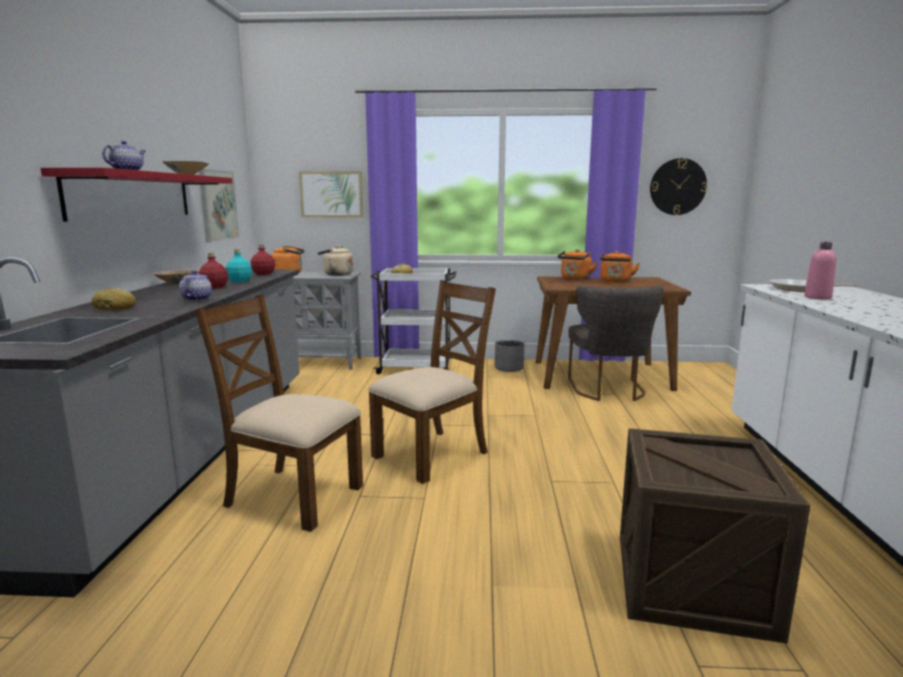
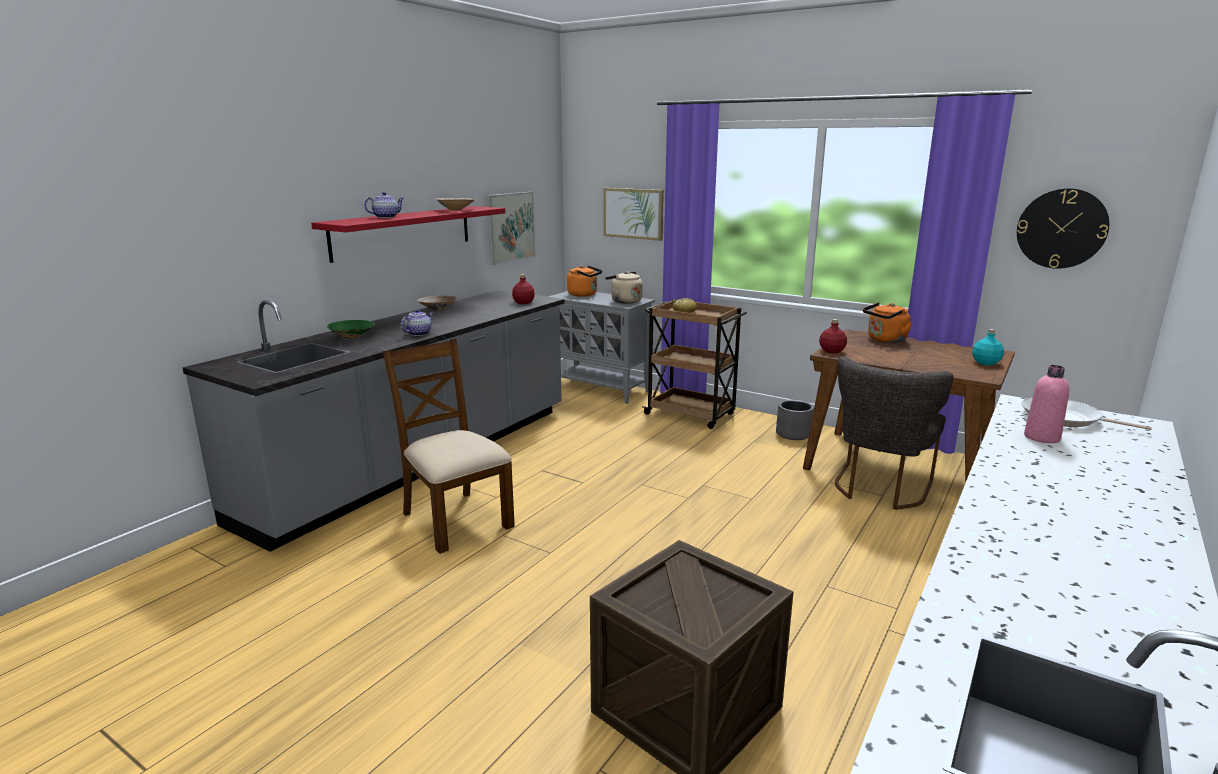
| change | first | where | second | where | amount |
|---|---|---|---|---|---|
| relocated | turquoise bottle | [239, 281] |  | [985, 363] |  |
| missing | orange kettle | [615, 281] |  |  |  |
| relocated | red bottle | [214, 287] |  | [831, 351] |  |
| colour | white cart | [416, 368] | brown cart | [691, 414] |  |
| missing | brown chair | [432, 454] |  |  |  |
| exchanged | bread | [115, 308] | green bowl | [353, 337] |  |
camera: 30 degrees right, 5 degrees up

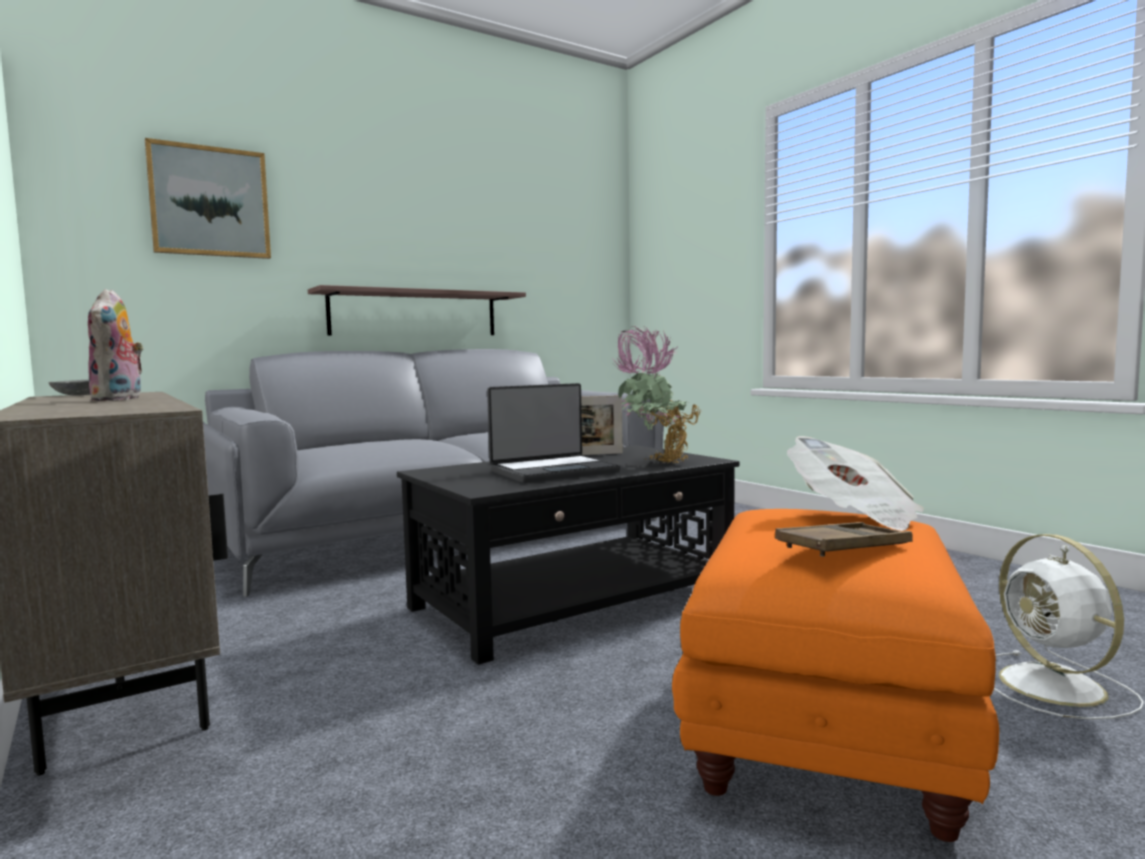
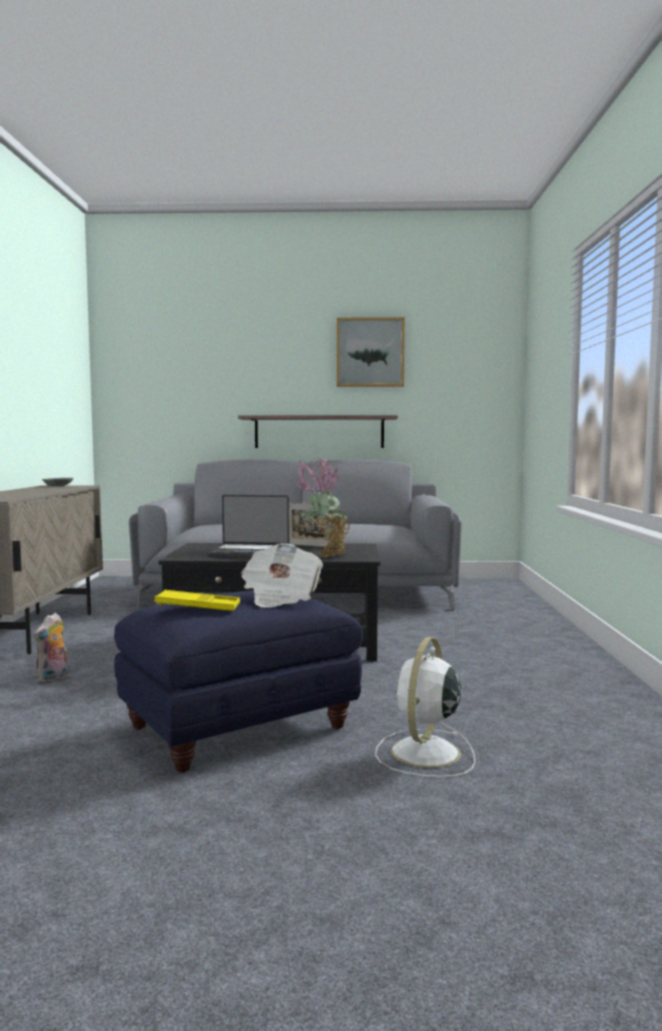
| change | first | where | second | where | amount |
|---|---|---|---|---|---|
| relocated | picture | [210, 202] |  | [370, 352] |  |
| relocated | plush toy | [119, 399] |  | [54, 679] |  |
| colour | orange ottoman | [824, 730] | blue ottoman | [241, 727] |  |
| colour | brown tray | [844, 548] | yellow tray | [198, 607] |  |
camera: 35 degrees right, 0 degrees up

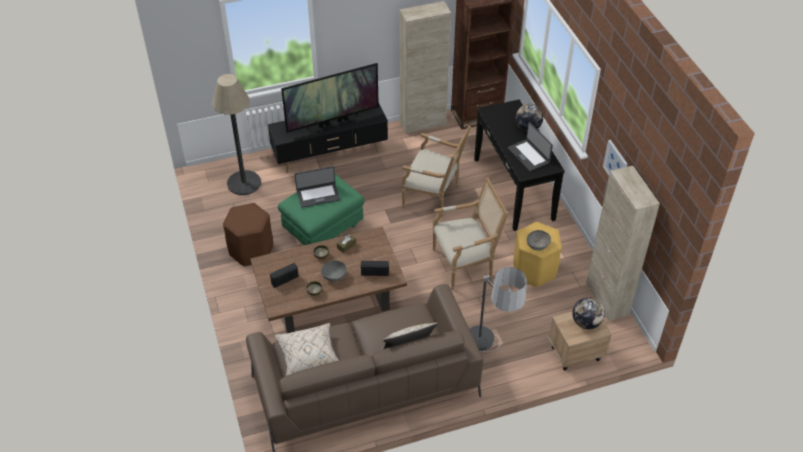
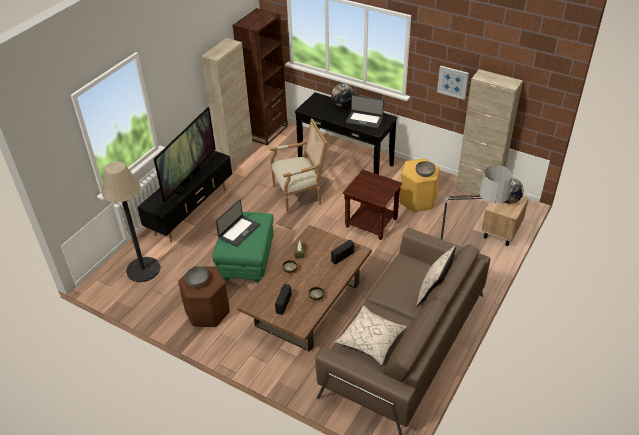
| change | first | where | second | where | amount |
|---|---|---|---|---|---|
| exchanged | armchair | [466, 263] | brown side table | [371, 223] |  |
| relocated | grey bowl | [334, 275] |  | [197, 281] |  |
camera: 40 degrees left, 5 degrees down

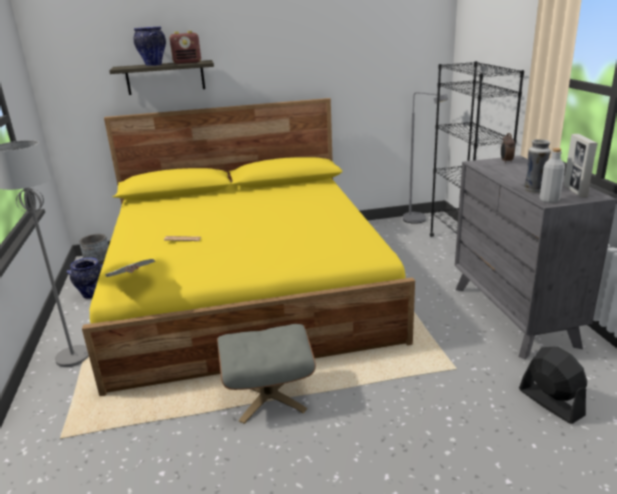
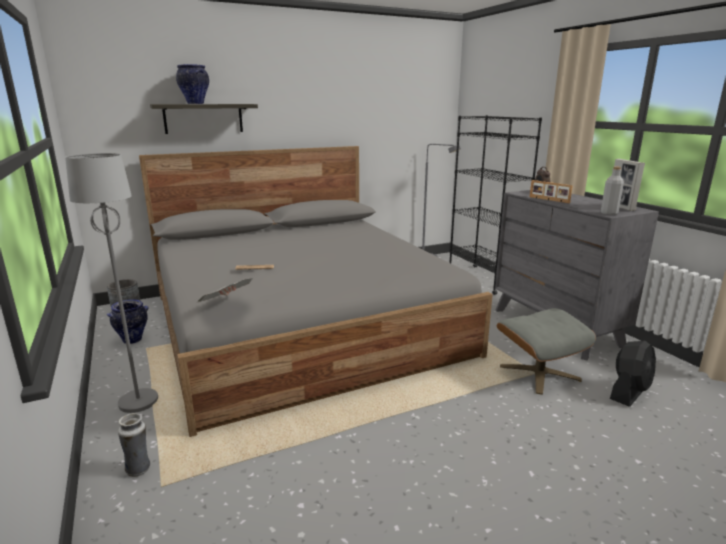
| change | first | where | second | where | amount |
|---|---|---|---|---|---|
| missing | radio | [187, 62] |  |  |  |
| colour | yellow bed | [247, 289] | grey bed | [302, 323] |  |
| relocated | vase | [534, 190] |  | [139, 469] |  |
| relocated | grey ottoman | [269, 395] |  | [539, 373] |  |
| spun | black fan | [550, 402] |  | [629, 392] | 90 degrees clockwise |
| appeared |  |  | picture frame | [548, 200] |  |
camera: 15 degrees left, 5 degrees down

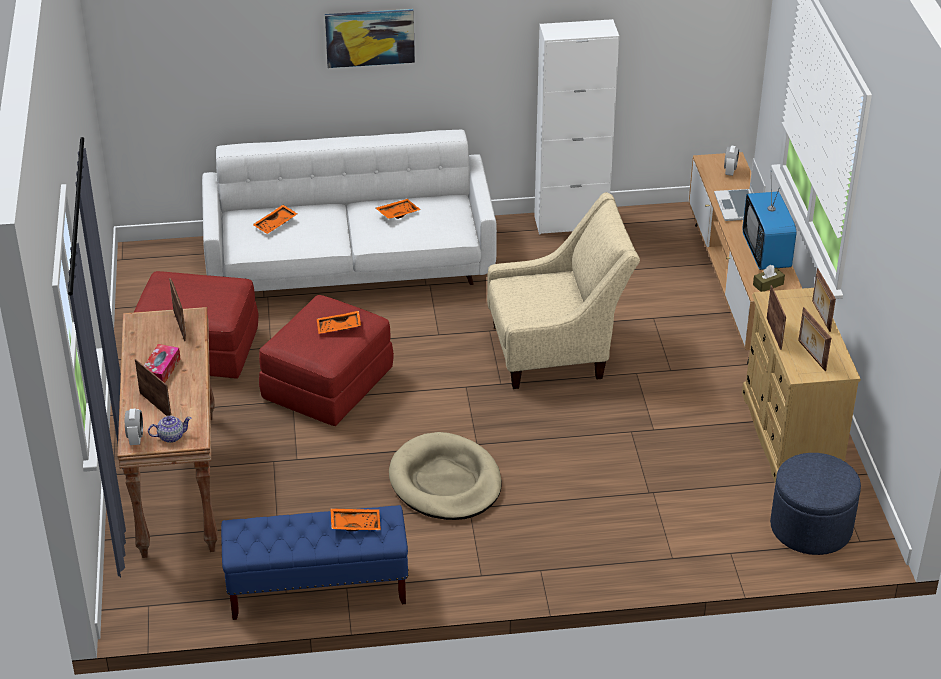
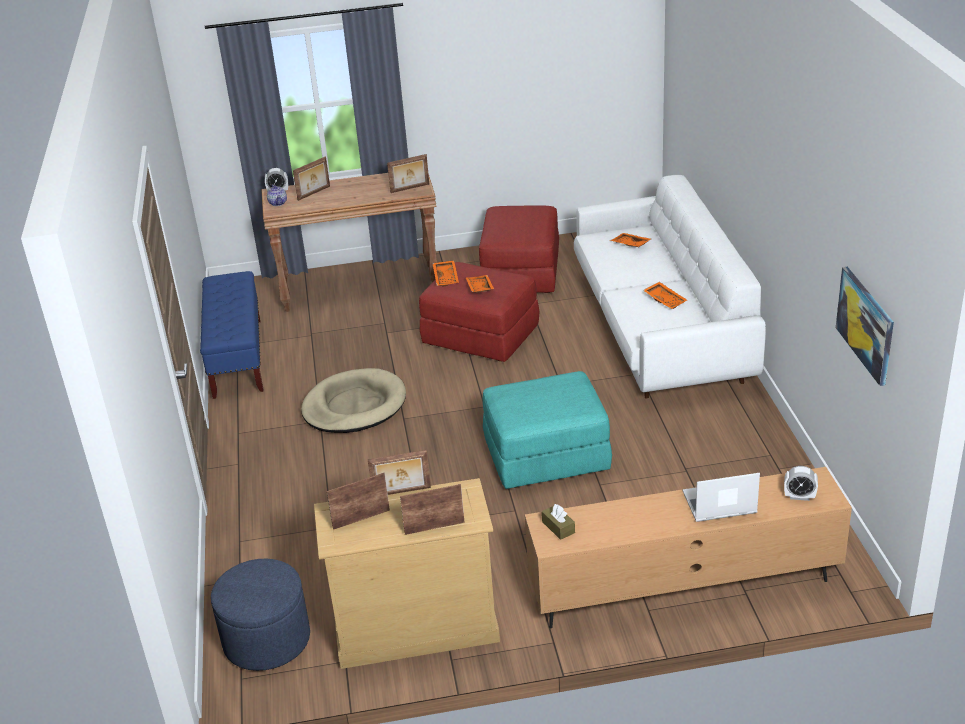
| change | first | where | second | where | amount |
|---|---|---|---|---|---|
| relocated | picture | [370, 37] |  | [866, 324] |  |
| missing | white cabinet | [571, 223] |  |  |  |
| missing | television | [766, 253] |  |  |  |
| exchanged | beige armchair | [557, 350] | turquoise ottoman | [546, 457] |  |
| missing | tissue box | [161, 370] |  |  |  |
| relocated | orange tray | [355, 523] |  | [446, 277] |  |
camera: 90 degrees right, 5 degrees down

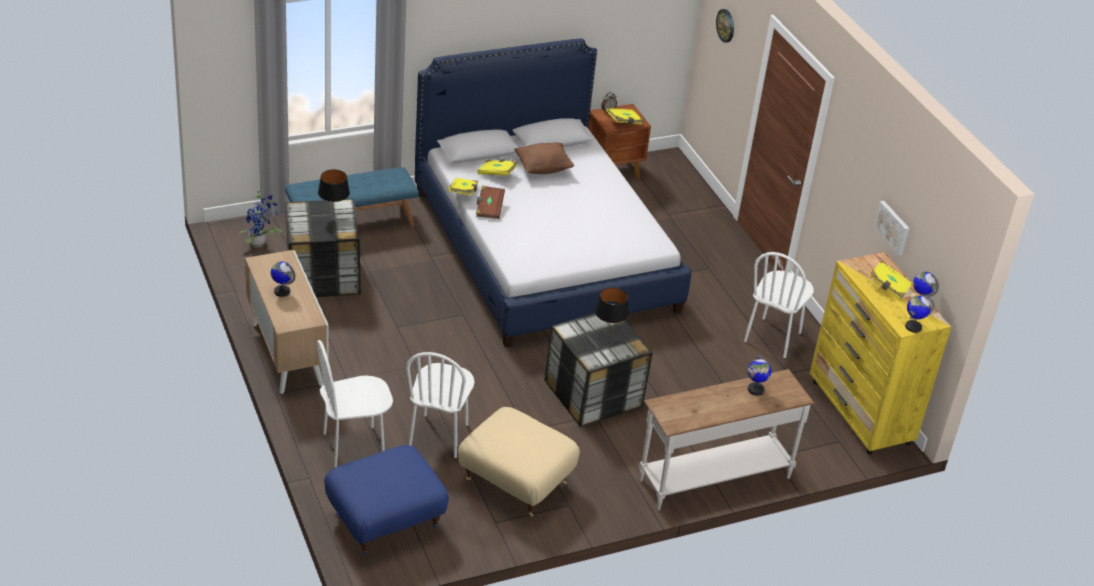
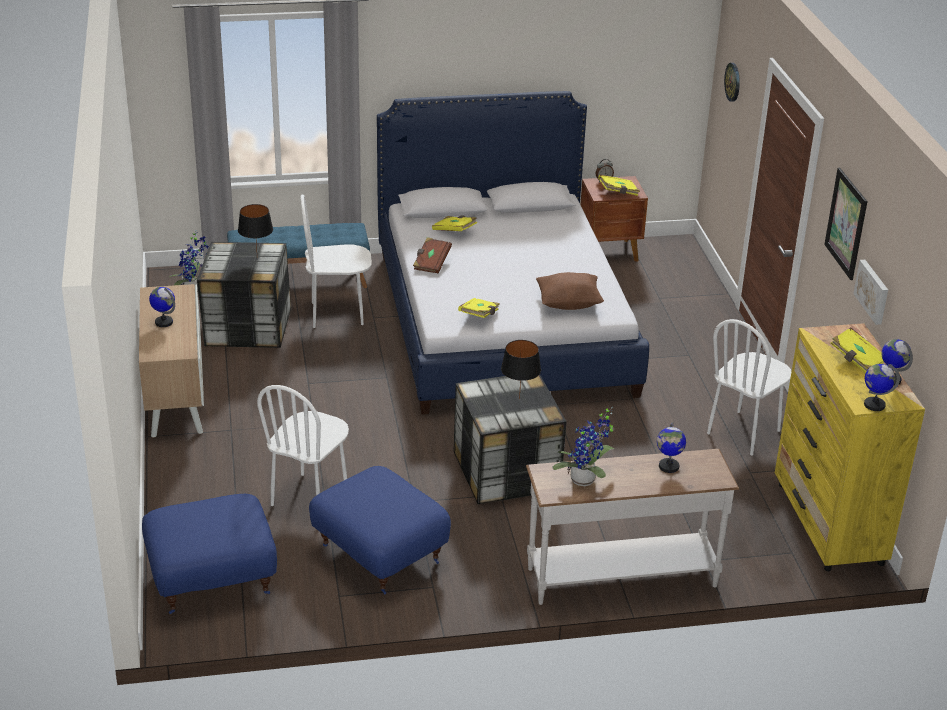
| change | first | where | second | where | amount |
|---|---|---|---|---|---|
| relocated | brown pillow | [543, 168] |  | [569, 303] |  |
| relocated | yellow book | [463, 192] |  | [479, 315] |  |
| relocated | white chair | [353, 445] |  | [337, 314] |  |
| colour | beige ottoman | [515, 482] | blue ottoman | [378, 555] |  |
| appeared |  |  | picture | [846, 223] |  |
| appeared |  |  | potted plant | [585, 481] |  |
camera: 15 degrees right, 5 degrees down

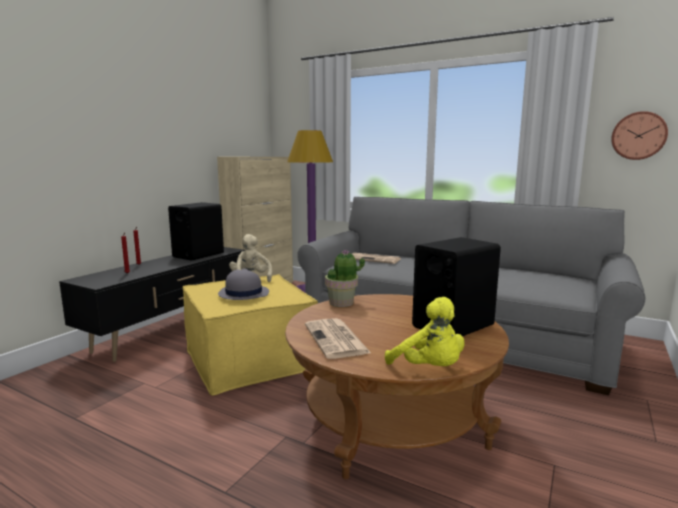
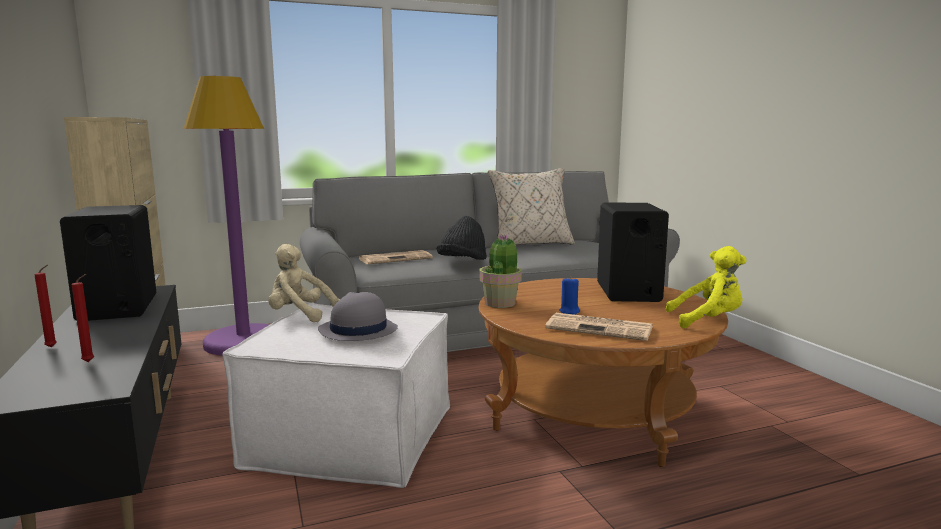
| change | first | where | second | where | amount |
|---|---|---|---|---|---|
| missing | wall clock | [638, 136] |  |  |  |
| colour | yellow ottoman | [250, 360] | white ottoman | [352, 435] |  |
| appeared |  |  | beige pillow | [530, 244] |  |
| appeared |  |  | black hat | [462, 262] |  |
| appeared |  |  | blue candle | [569, 311] |  |
camera: 50 degrees left, 0 degrees up

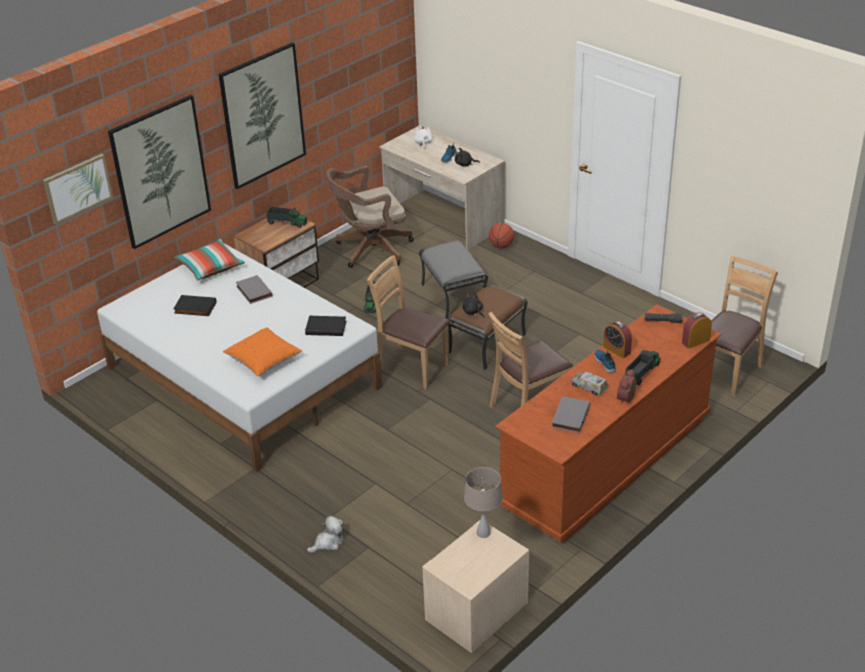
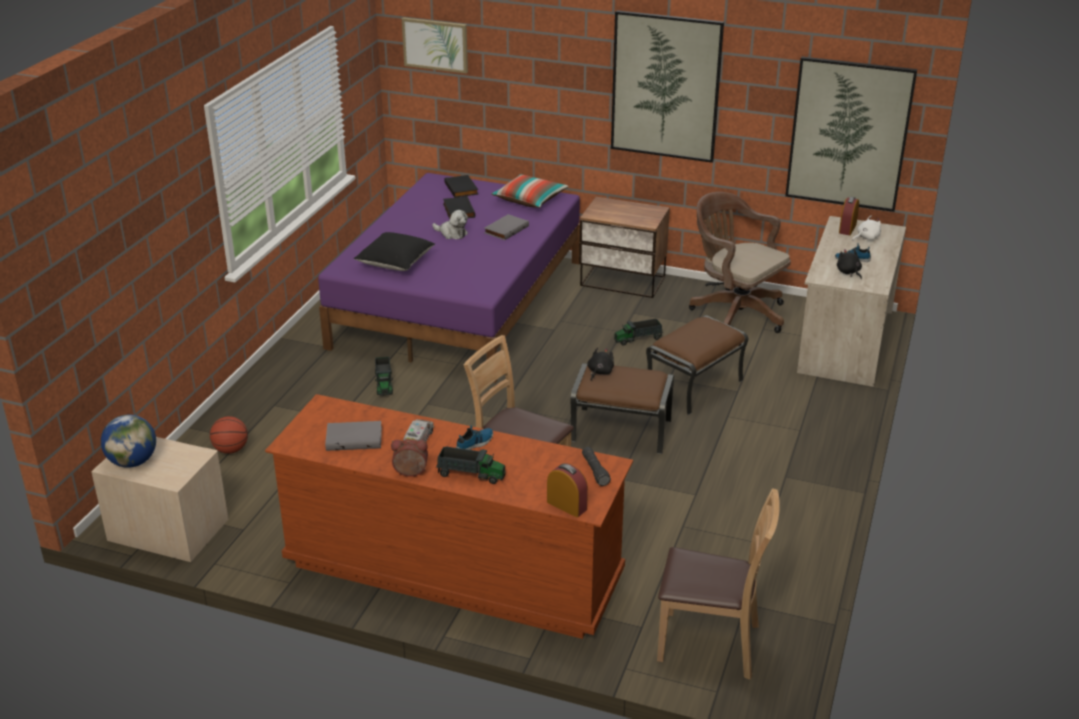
| change | first | where | second | where | amount |
|---|---|---|---|---|---|
| relocated | picture | [160, 171] |  | [849, 134] |  |
| relocated | toy truck | [287, 223] |  | [384, 383] |  |
| relocated | basketball | [501, 246] |  | [231, 450] |  |
| colour | grey ottoman | [454, 297] | brown ottoman | [694, 387] |  |
| colour | white bed | [243, 377] | purple bed | [460, 303] |  |
| missing | brown chair | [411, 368] |  |  |  |
| relocated | black book | [326, 327] |  | [462, 189] |  |
| relocated | alarm clock | [616, 350] |  | [847, 228] |  |
| colour | orange pillow | [263, 361] | black pillow | [395, 263] |  |
| missing | beige table lamp | [483, 532] |  |  |  |
| relocated | plush toy | [328, 542] |  | [452, 233] |  |
| appeared |  |  | globe | [132, 462] |  |
camera: 65 degrees right, 5 degrees down

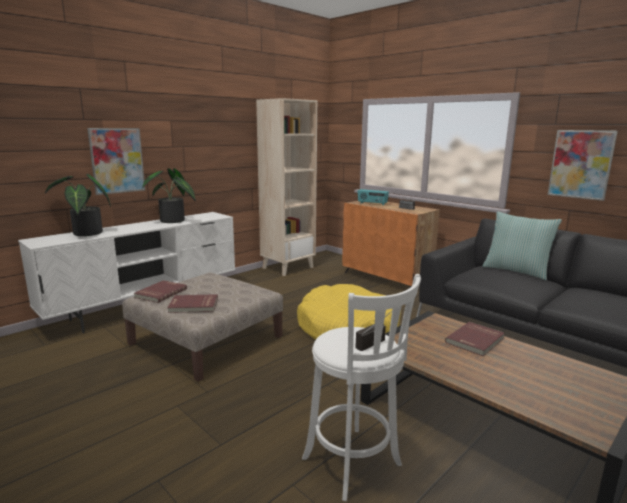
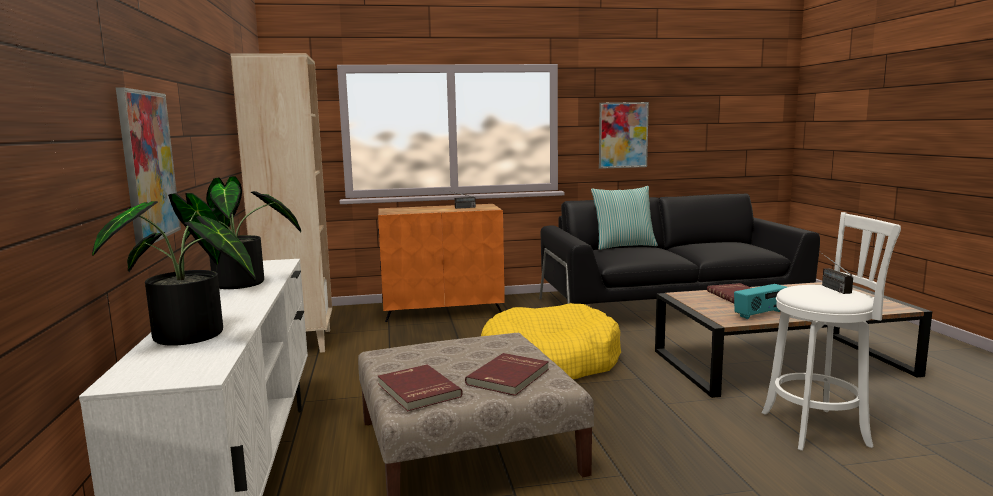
| change | first | where | second | where | amount |
|---|---|---|---|---|---|
| relocated | radio | [372, 204] |  | [760, 314] |  |
camera: 55 degrees left, 5 degrees down

